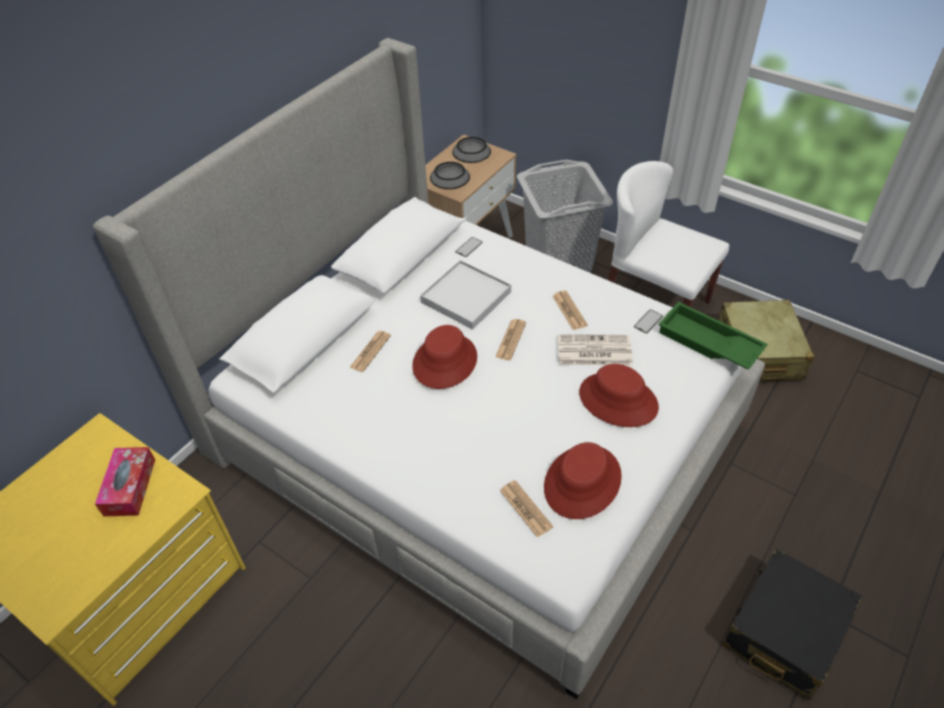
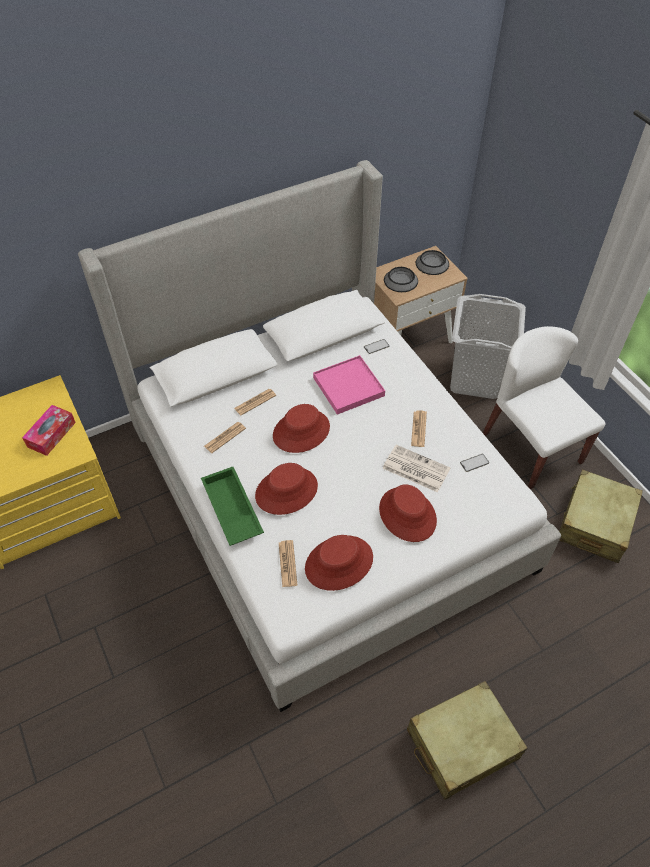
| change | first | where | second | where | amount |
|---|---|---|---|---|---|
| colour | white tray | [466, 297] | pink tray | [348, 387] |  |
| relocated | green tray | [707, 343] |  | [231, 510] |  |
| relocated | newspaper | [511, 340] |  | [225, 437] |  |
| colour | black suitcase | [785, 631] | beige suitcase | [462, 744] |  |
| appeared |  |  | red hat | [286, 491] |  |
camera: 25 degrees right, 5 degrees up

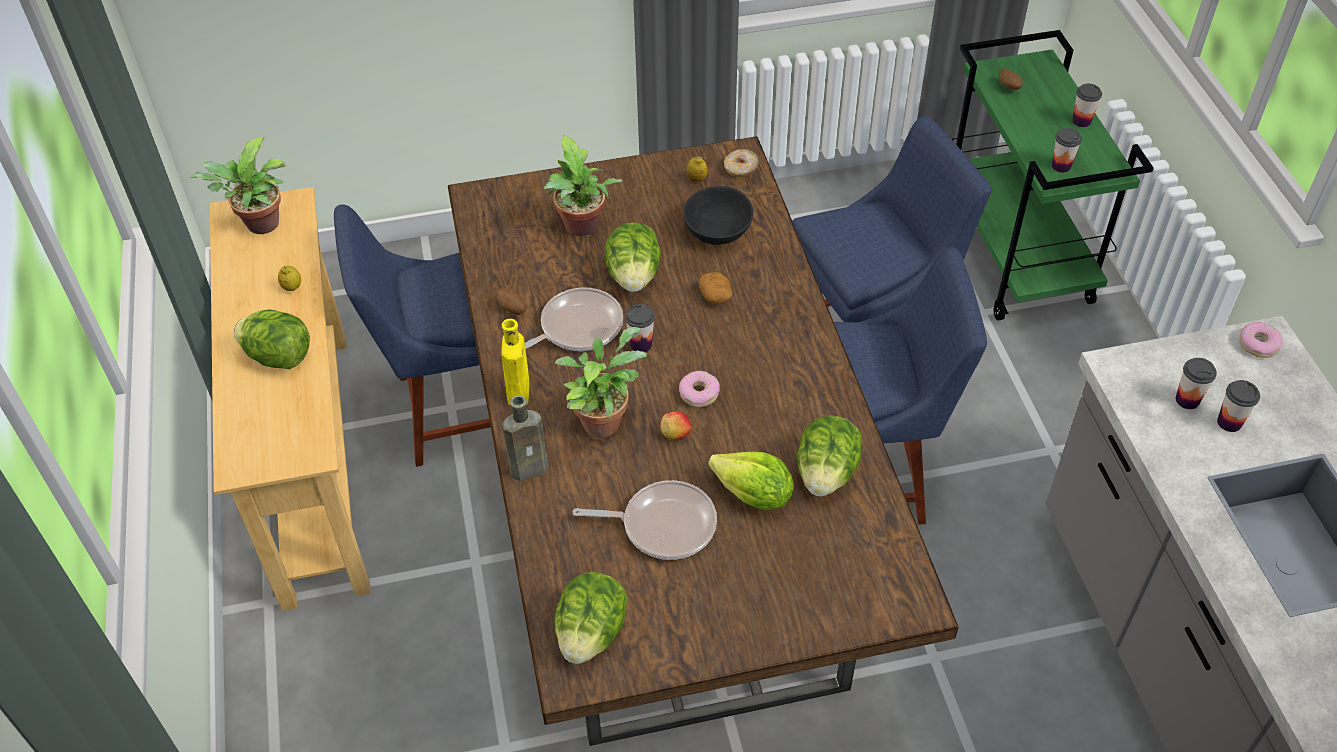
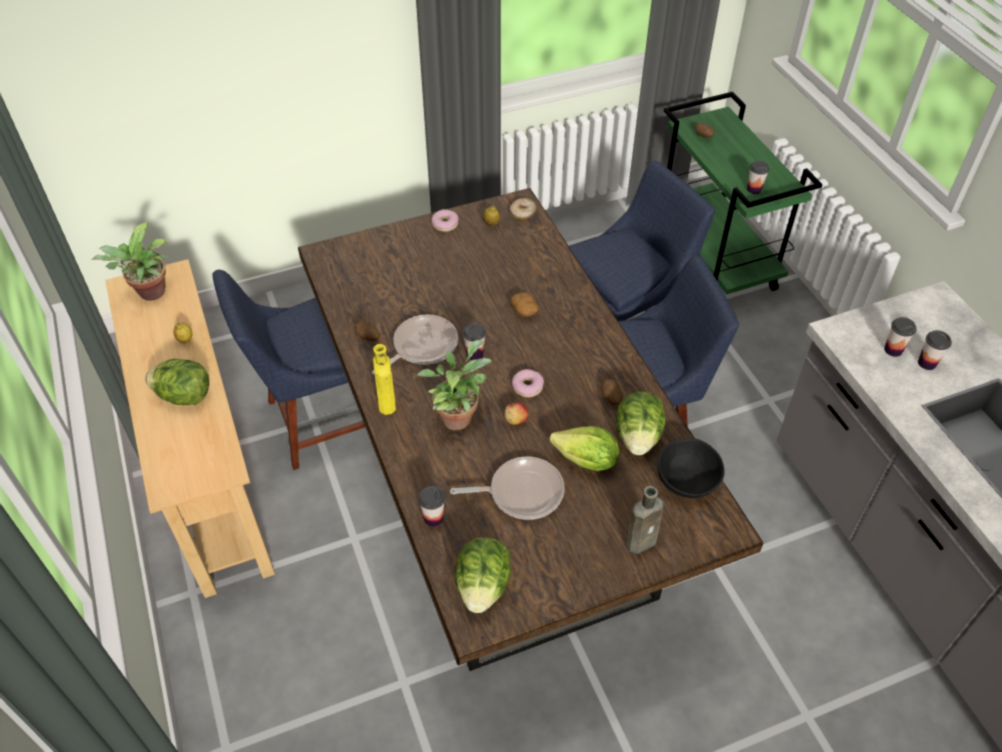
| change | first | where | second | where | amount |
|---|---|---|---|---|---|
| relocated | cup | [1081, 121] |  | [433, 518] |  |
| missing | potted plant | [582, 228] |  |  |  |
| relocated | black bowl | [717, 231] |  | [686, 480] |  |
| missing | lettuce | [634, 276] |  |  |  |
| relocated | donut | [1258, 344] |  | [445, 224] |  |
| relocated | brown bottle | [532, 468] |  | [643, 541] |  |
| appeared |  |  | potato | [611, 398] |  |
camera: 10 degrees left, 0 degrees up

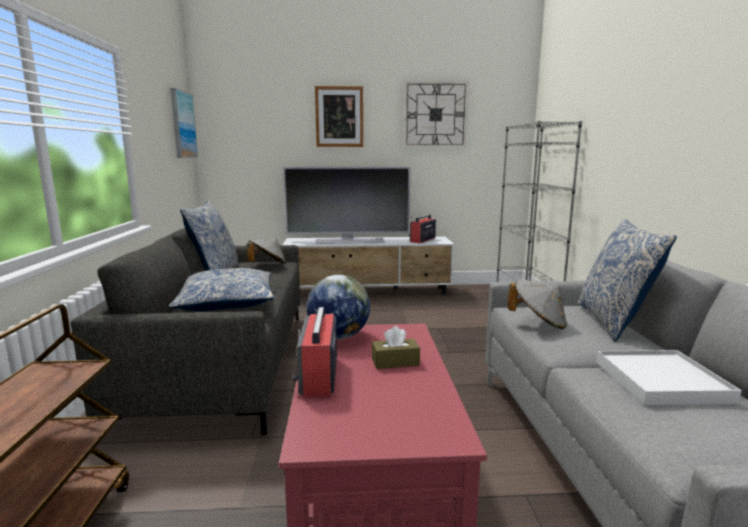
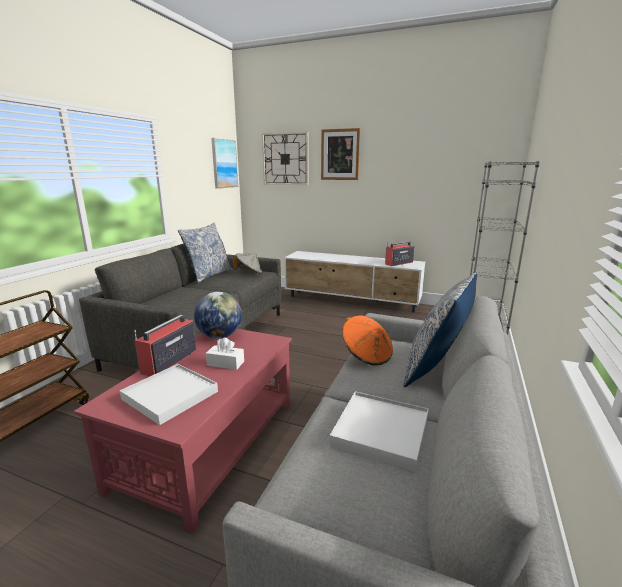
| change | first | where | second | where | amount |
|---|---|---|---|---|---|
| relocated | wall clock | [435, 114] |  | [285, 159] |  |
| missing | television | [349, 241] |  |  |  |
| missing | pillow | [227, 302] |  |  |  |
| colour | grey hat | [538, 323] | orange hat | [366, 355] |  |
| colour | brown tissue box | [395, 362] | white tissue box | [225, 363] |  |
| appeared |  |  | white tray | [170, 395] |  |
camera: 25 degrees right, 5 degrees up

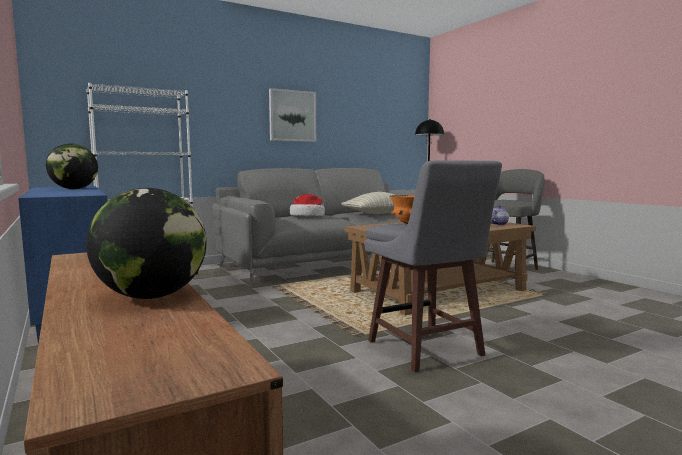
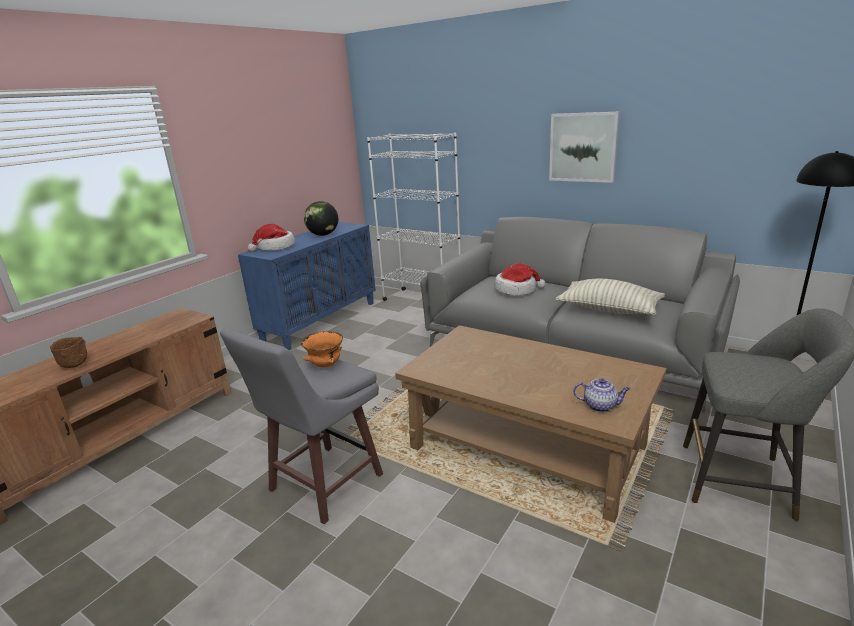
| change | first | where | second | where | amount |
|---|---|---|---|---|---|
| exchanged | globe | [152, 296] | brown bowl | [75, 365] |  |
| appeared |  |  | hat | [275, 247] |  |
camera: 65 degrees right, 15 degrees up

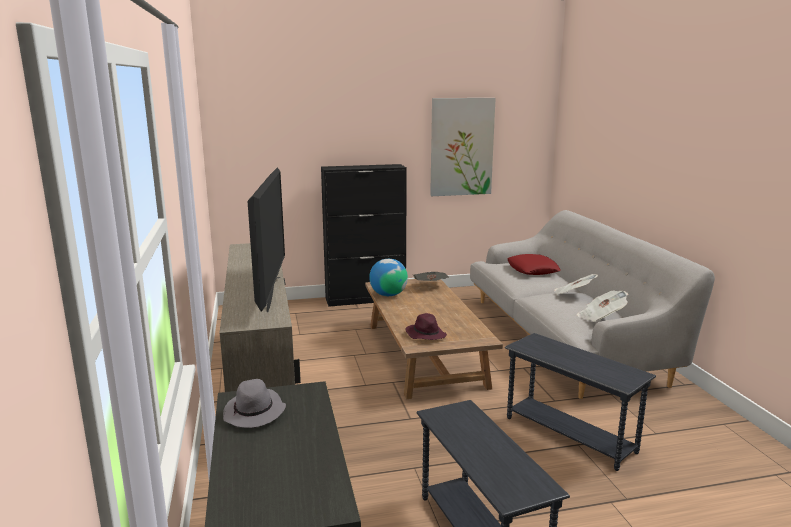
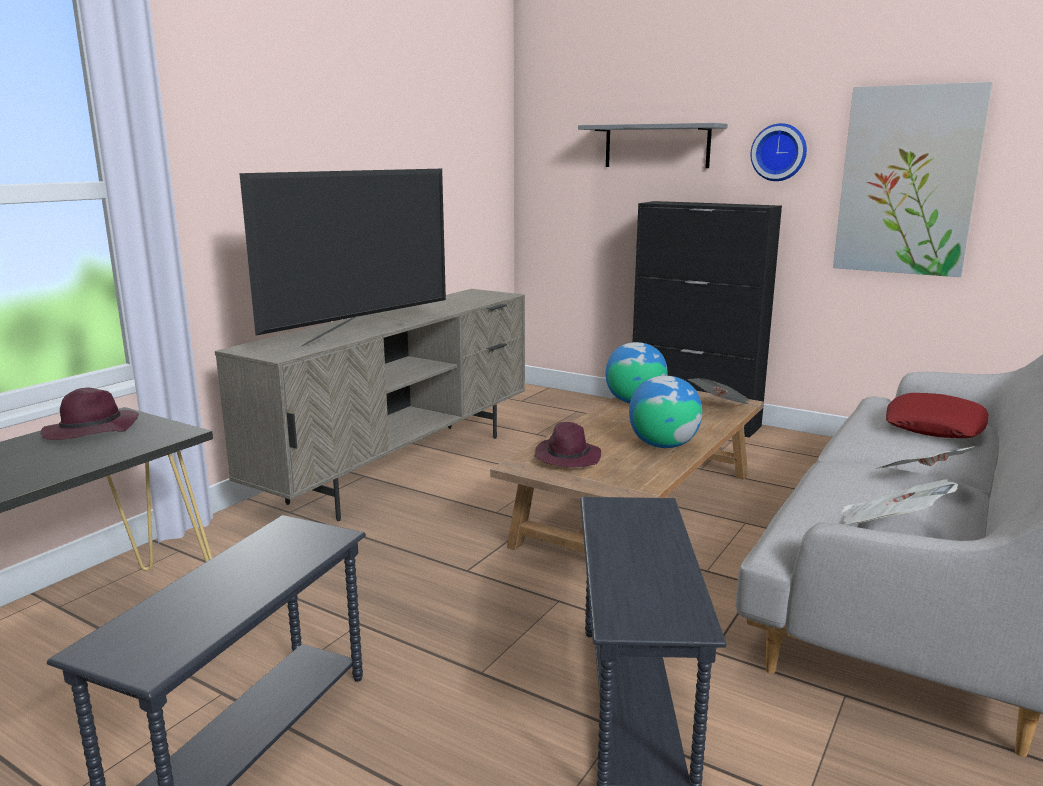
| change | first | where | second | where | amount |
|---|---|---|---|---|---|
| colour | grey hat | [254, 413] | purple hat | [91, 431] |  |
| appeared |  |  | grey shelf | [656, 146] |  |
| appeared |  |  | wall clock | [779, 152] |  |
| appeared |  |  | globe | [663, 445] |  |
camera: 45 degrees right, 0 degrees up

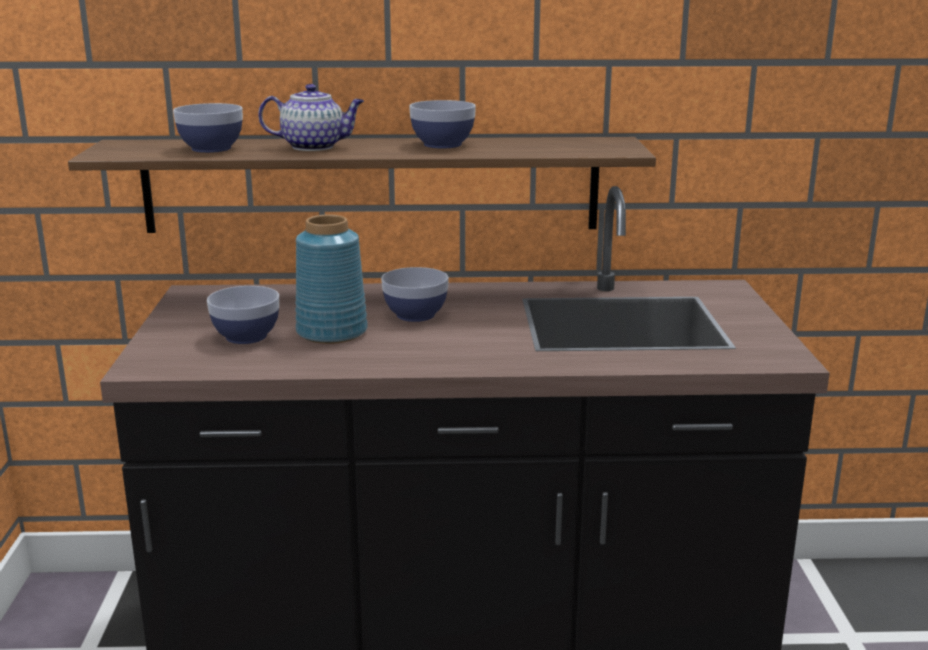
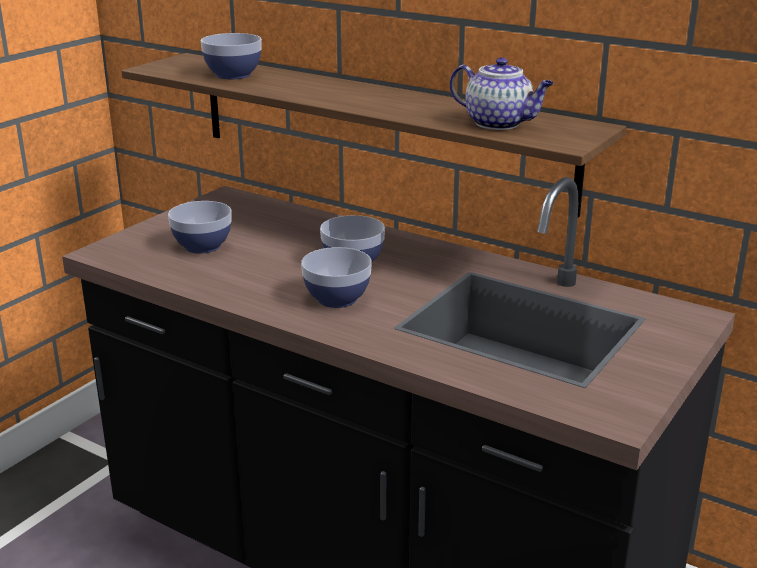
| change | first | where | second | where | amount |
|---|---|---|---|---|---|
| relocated | teapot | [315, 147] |  | [499, 123] |  |
| relocated | bowl | [442, 144] |  | [337, 299] |  |
| missing | blue vase | [332, 332] |  |  |  |
camera: 35 degrees right, 5 degrees up

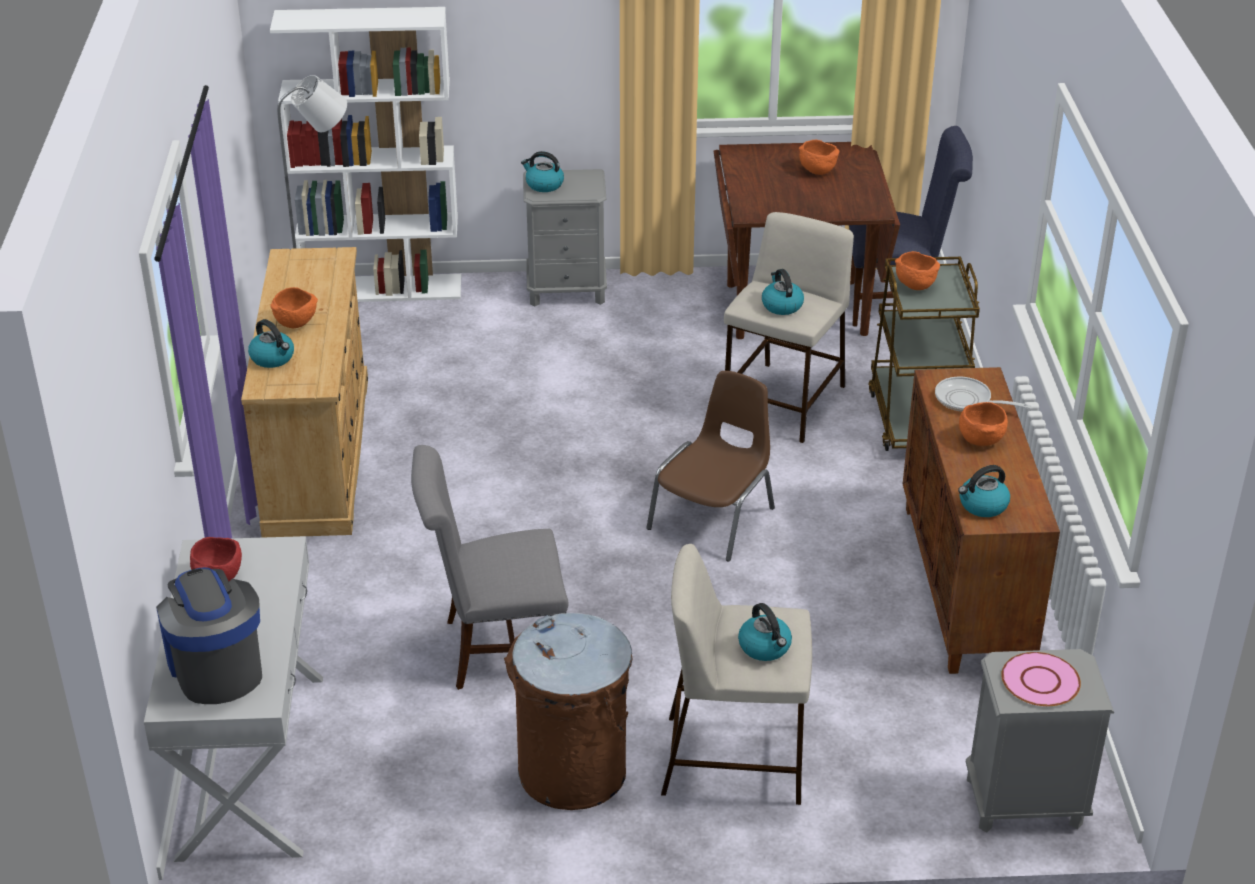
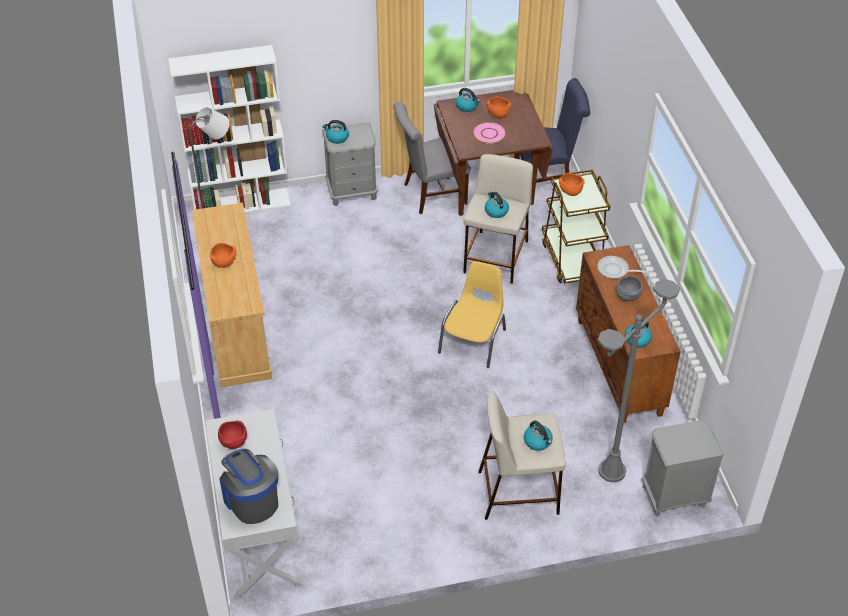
| change | first | where | second | where | amount |
|---|---|---|---|---|---|
| relocated | kettle | [273, 358] |  | [467, 106] |  |
| colour | brown chair | [714, 518] | yellow chair | [473, 340] |  |
| colour | orange bowl | [980, 439] | grey bowl | [627, 296] |  |
| relocated | grey chair | [495, 649] |  | [431, 194] |  |
| missing | brown trash can | [572, 772] |  |  |  |
| relocated | pink plate | [1039, 681] |  | [489, 133] |  |
| appeared |  |  | grey floor lamp | [612, 471] |  |
camera: 10 degrees left, 10 degrees up

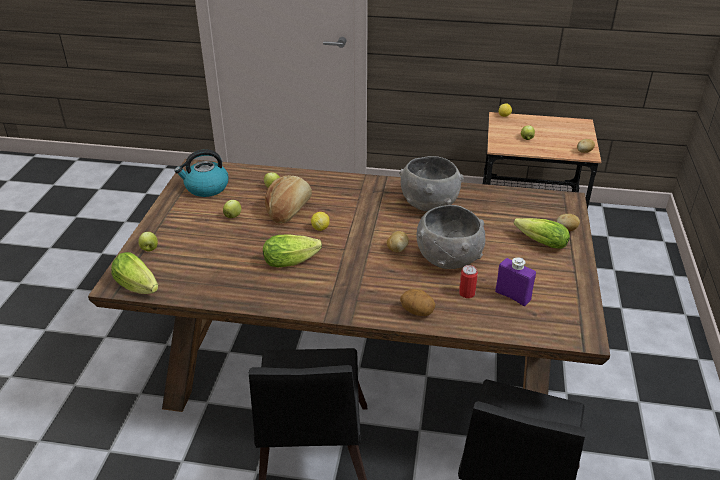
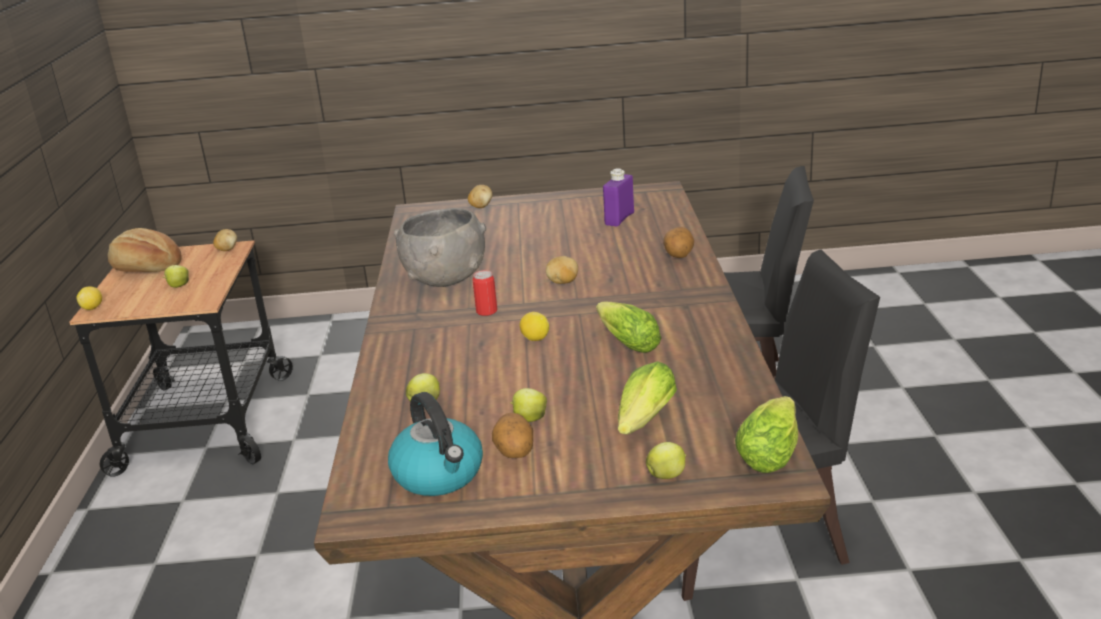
| change | first | where | second | where | amount |
|---|---|---|---|---|---|
| relocated | bread | [289, 209] |  | [146, 267] |  |
| missing | grey bowl | [448, 259] |  |  |  |
| relocated | lettuce | [538, 242] |  | [642, 423] |  |
| relocated | can | [467, 293] |  | [486, 311] |  |
| appeared |  |  | potato | [514, 453] |  |
camera: 100 degrees left, 10 degrees down

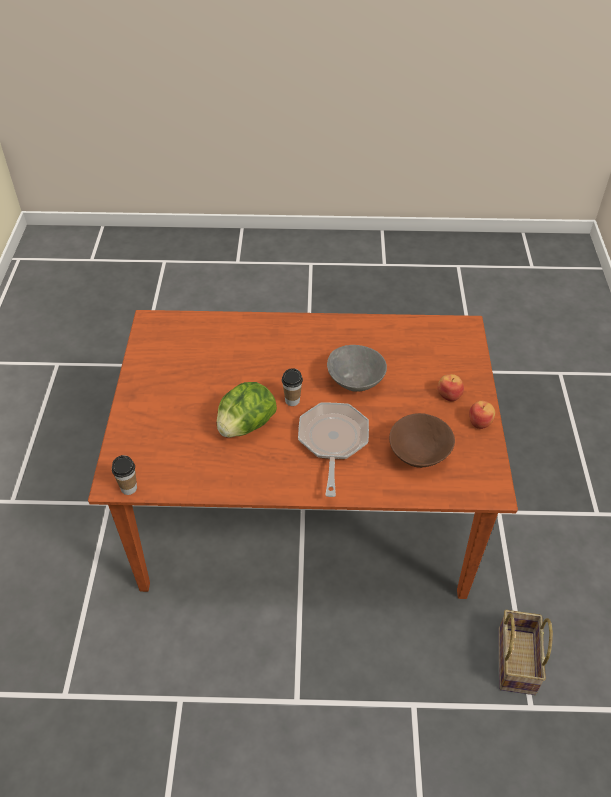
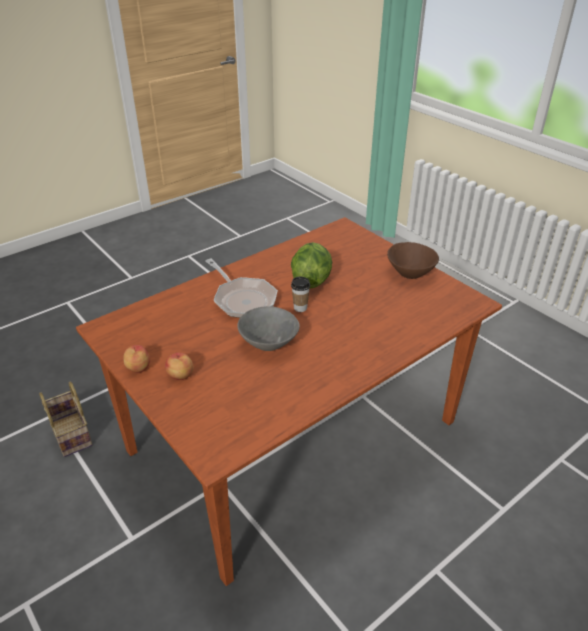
| change | first | where | second | where | amount |
|---|---|---|---|---|---|
| relocated | brown bowl | [418, 456] |  | [410, 273] |  |
| missing | cup | [129, 488] |  |  |  |
camera: 140 degrees right, 10 degrees down

